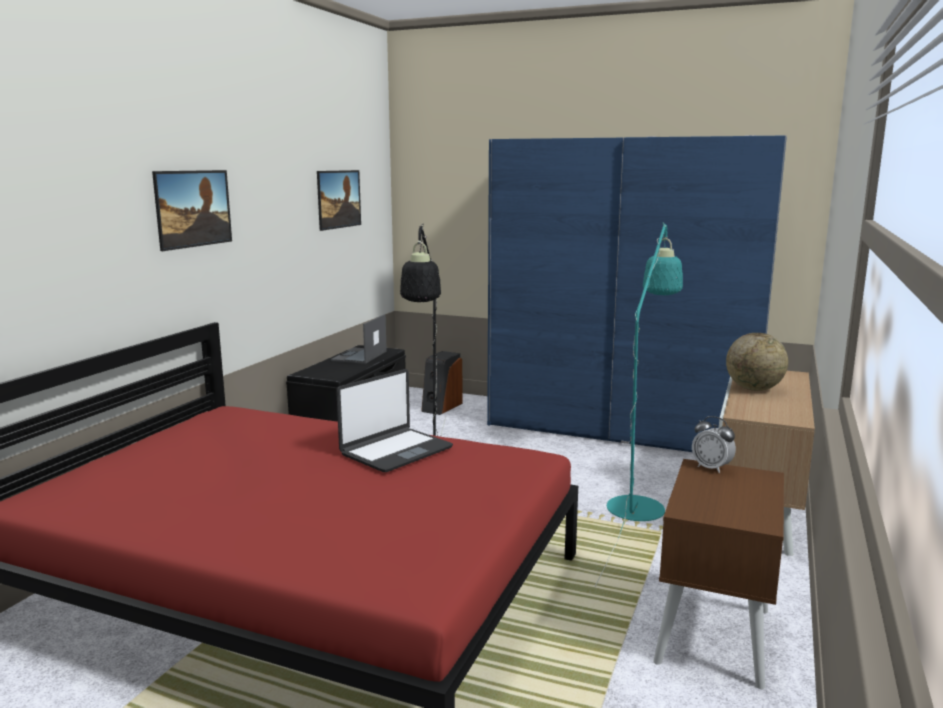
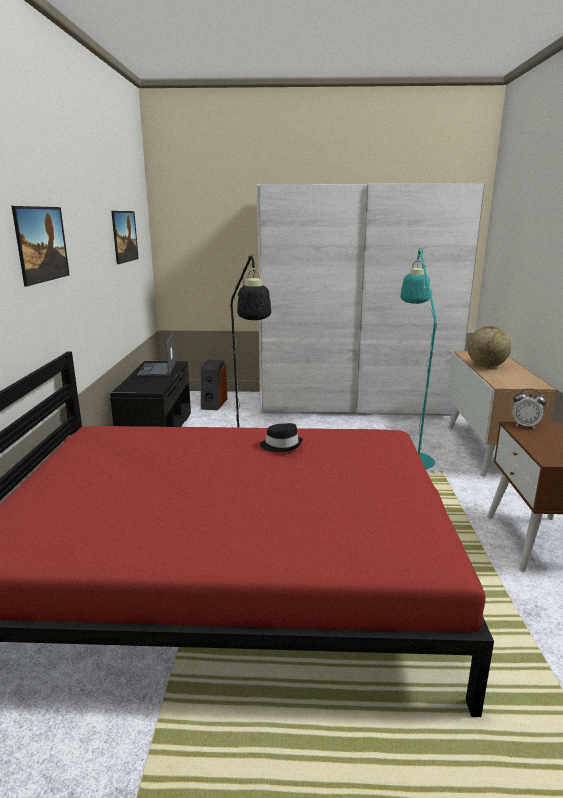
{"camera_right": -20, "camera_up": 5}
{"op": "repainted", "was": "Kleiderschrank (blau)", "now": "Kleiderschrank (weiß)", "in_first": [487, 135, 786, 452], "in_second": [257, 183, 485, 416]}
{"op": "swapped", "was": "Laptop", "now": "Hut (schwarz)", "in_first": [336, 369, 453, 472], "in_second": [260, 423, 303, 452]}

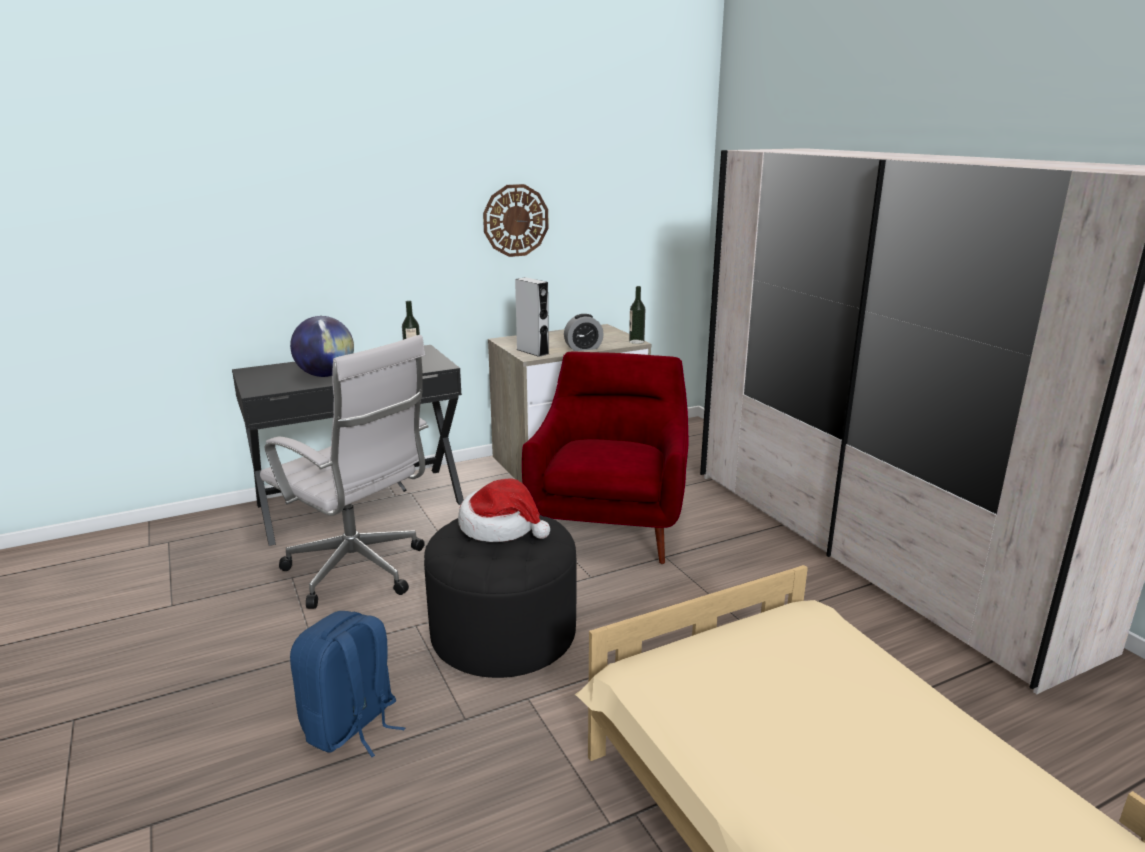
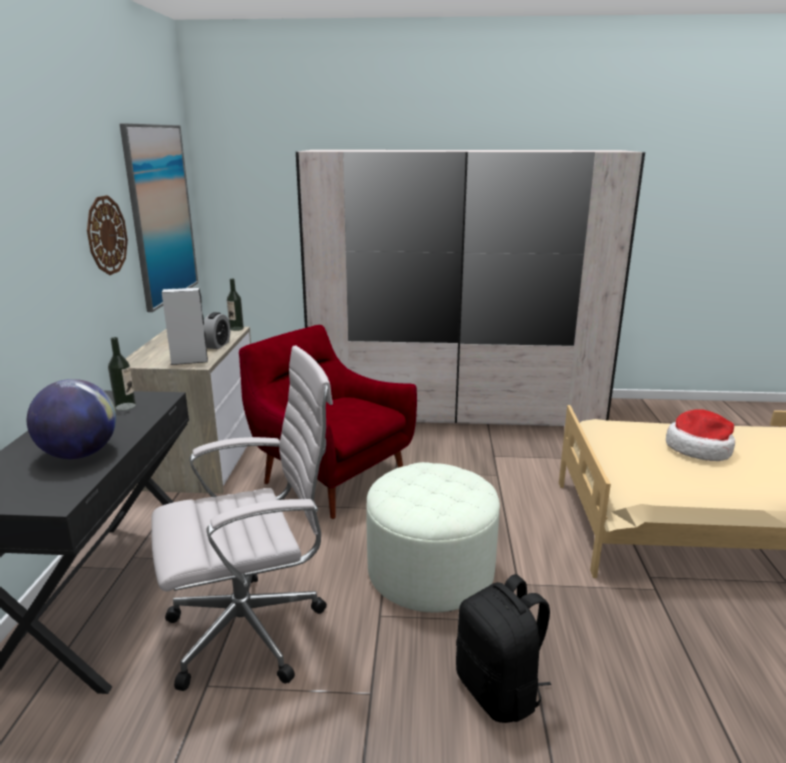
{"camera_right": -60, "camera_up": 0}
{"op": "shifted", "was": "Hut", "in_first": [458, 478, 550, 542], "in_second": [666, 409, 735, 461]}
{"op": "repainted", "was": "Polsterhocker (schwarz)", "now": "Polsterhocker (weiß)", "in_first": [424, 515, 576, 678], "in_second": [366, 462, 500, 613]}
{"op": "repainted", "was": "Rucksack (blau)", "now": "Rucksack (schwarz)", "in_first": [290, 611, 405, 757], "in_second": [456, 574, 551, 723]}
{"op": "new", "now": "Bild", "in_second": [119, 123, 198, 312]}

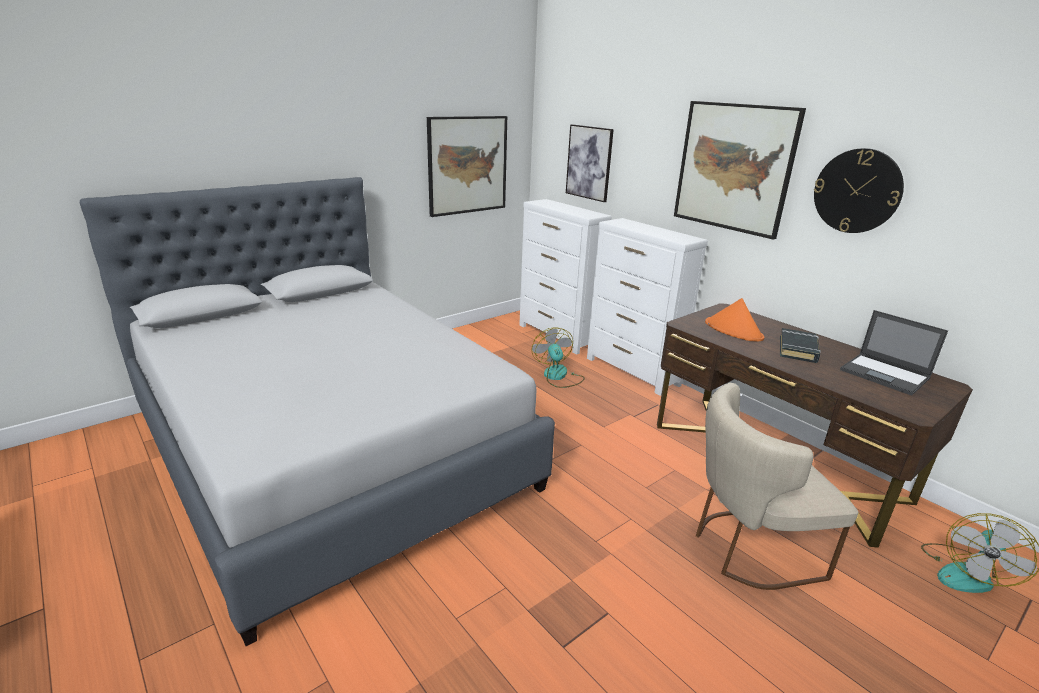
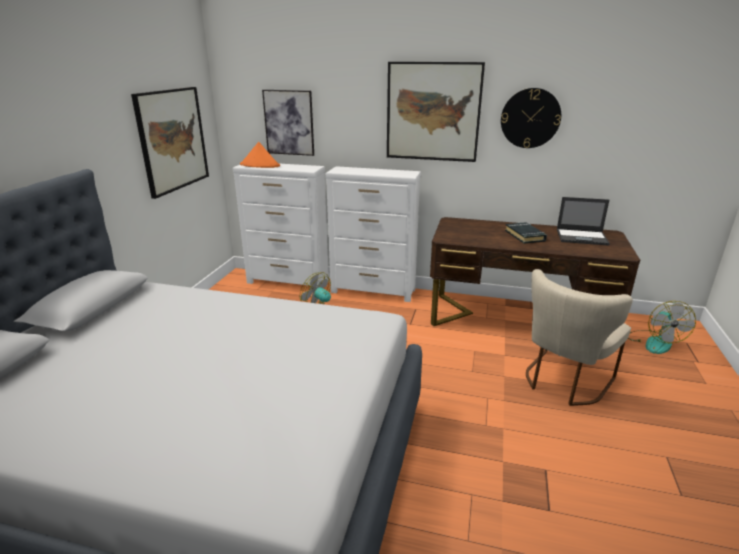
{"camera_right": -35, "camera_up": 0}
{"op": "shifted", "was": "Hut (orange)", "in_first": [705, 298, 764, 342], "in_second": [240, 142, 280, 168]}

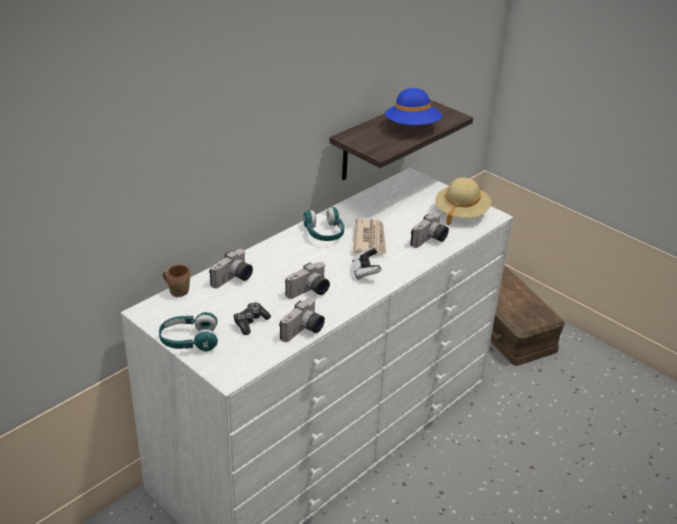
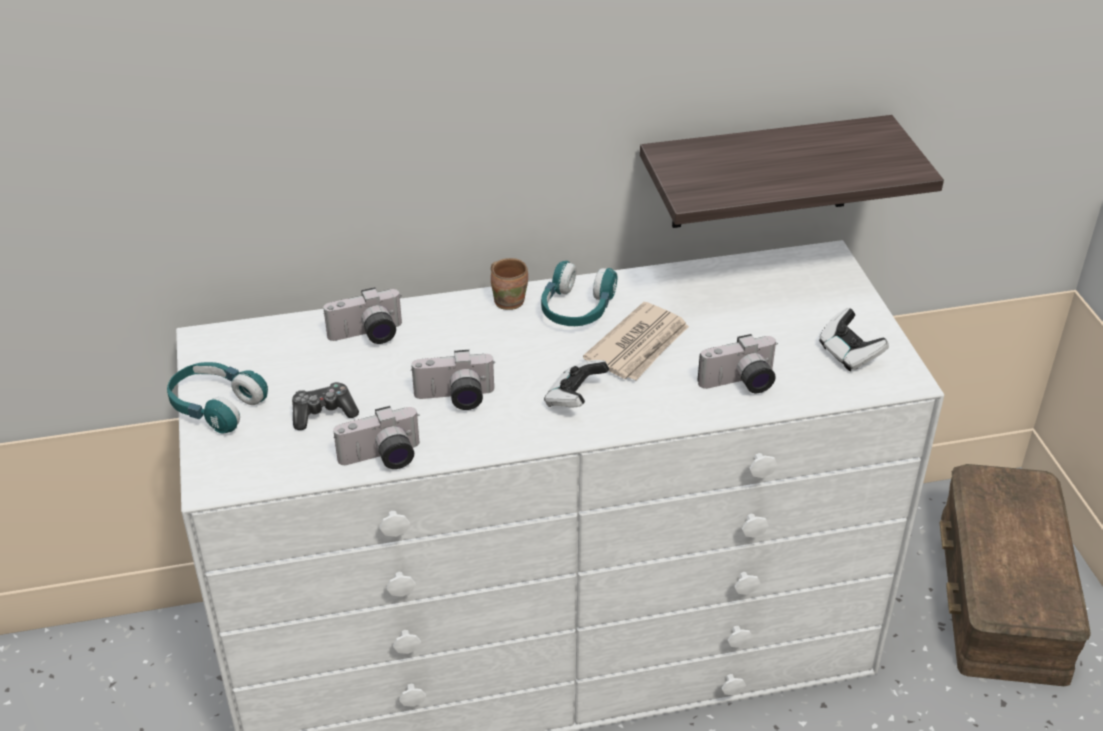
{"camera_right": 35, "camera_up": 5}
{"op": "gone", "was": "Hut (blau)", "in_first": [385, 88, 442, 125]}
{"op": "swapped", "was": "Hut (beige)", "now": "Gamepad", "in_first": [435, 178, 491, 225], "in_second": [819, 308, 889, 371]}
{"op": "shifted", "was": "Henkelbecher (braun)", "in_first": [163, 264, 190, 297], "in_second": [491, 258, 528, 310]}

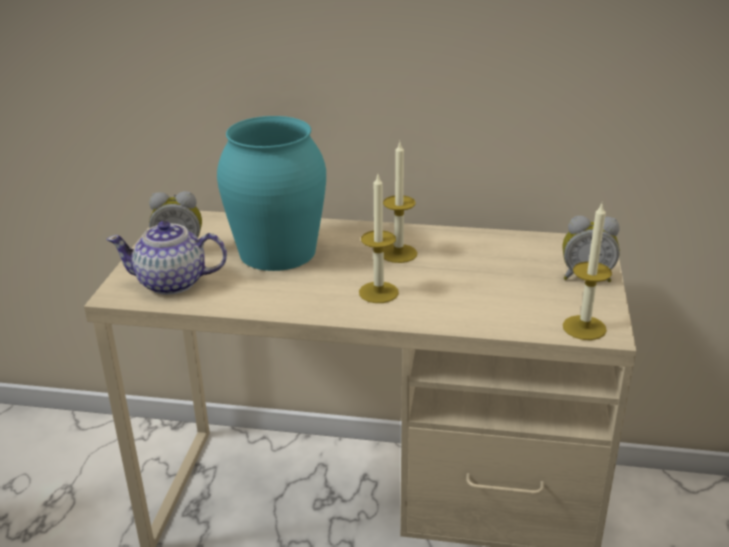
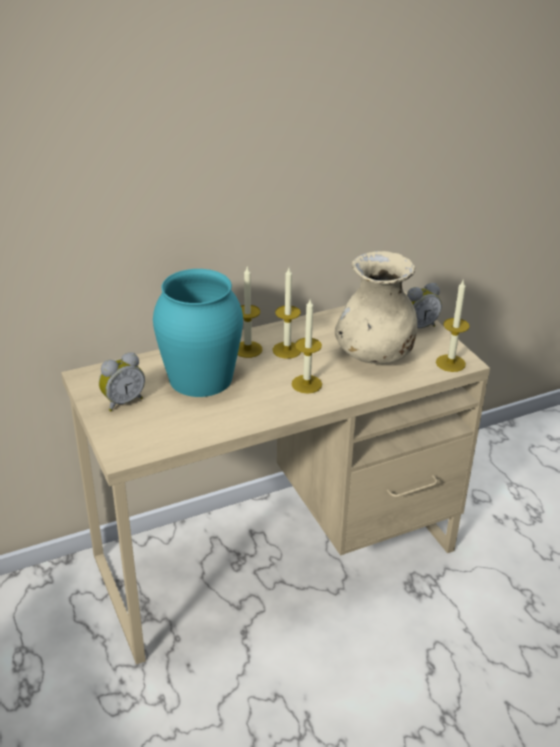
{"camera_right": -35, "camera_up": 5}
{"op": "gone", "was": "Teekanne", "in_first": [106, 221, 227, 295]}
{"op": "new", "now": "Vase (beige)", "in_second": [335, 251, 417, 364]}
{"op": "new", "now": "Kerze", "in_second": [238, 267, 262, 358]}

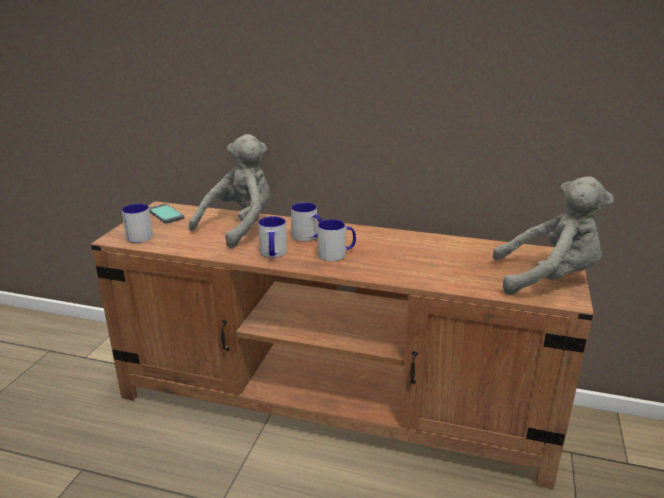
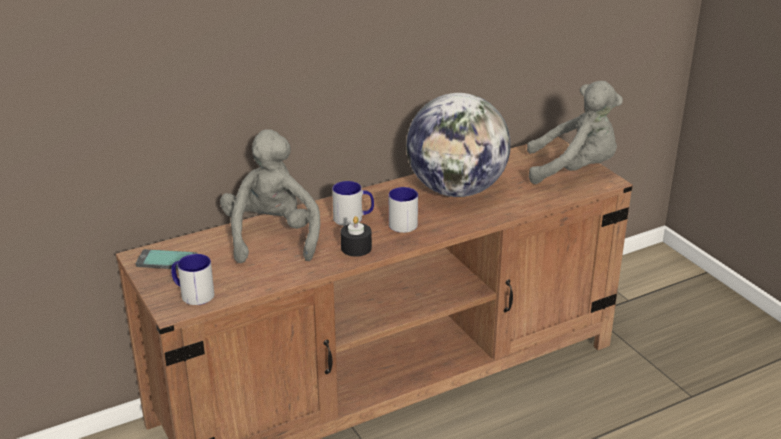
{"camera_right": -45, "camera_up": 5}
{"op": "rotated", "was": "Plüschtier (grau)", "in_first": [492, 176, 614, 295], "in_second": [527, 81, 623, 184], "clockwise": 45}
{"op": "swapped", "was": "Henkelbecher", "now": "Kerze (schwarz)", "in_first": [258, 216, 287, 258], "in_second": [340, 216, 372, 257]}
{"op": "new", "now": "Globus", "in_second": [406, 93, 511, 197]}

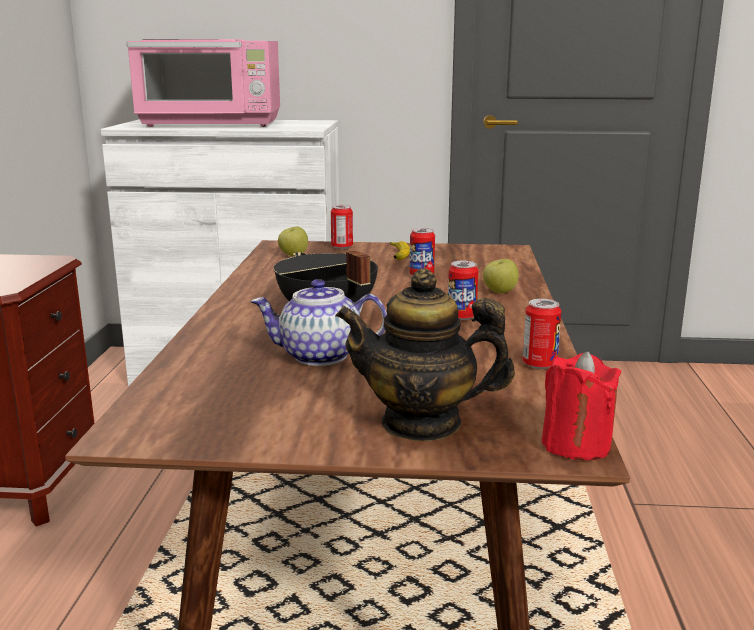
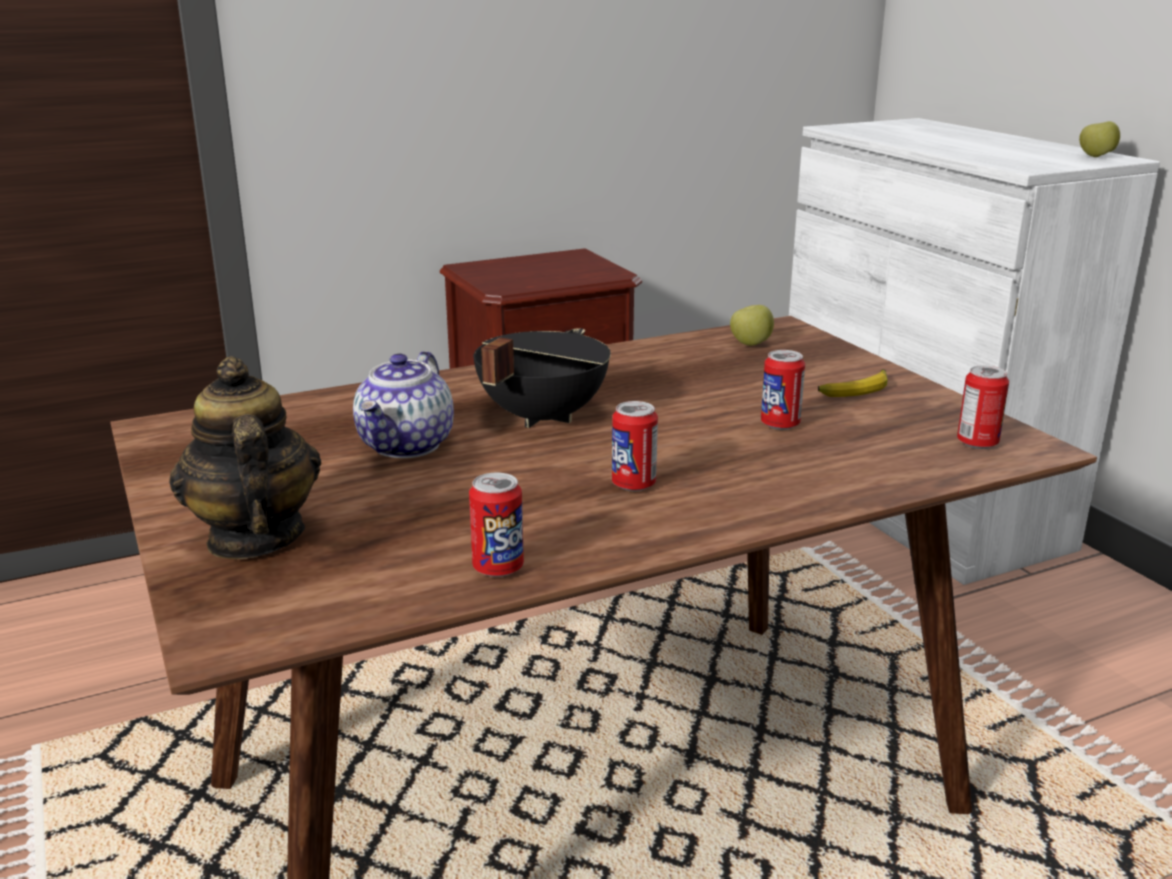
{"camera_right": 60, "camera_up": 5}
{"op": "gone", "was": "Mikrowelle (rosa)", "in_first": [127, 39, 280, 127]}
{"op": "shifted", "was": "Dose", "in_first": [331, 205, 353, 249], "in_second": [957, 365, 1009, 449]}
{"op": "shifted", "was": "Apfel", "in_first": [483, 259, 519, 293], "in_second": [1079, 121, 1120, 157]}
{"op": "rotated", "was": "Teekanne", "in_first": [251, 279, 387, 366], "in_second": [353, 351, 454, 458], "clockwise": -135}
{"op": "gone", "was": "Kerze (rot)", "in_first": [542, 352, 621, 460]}

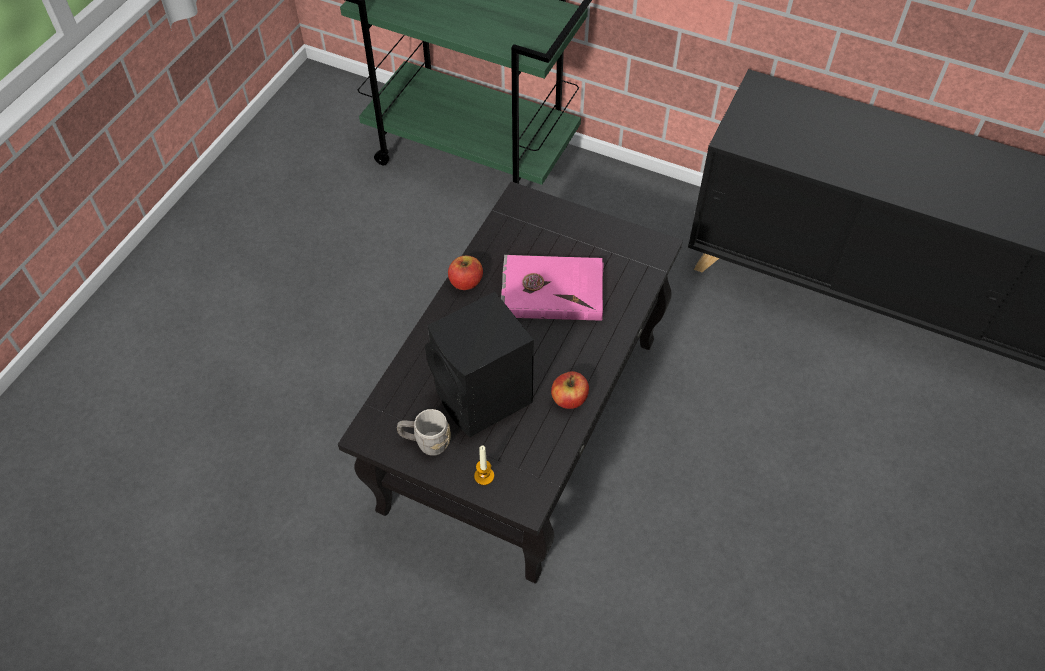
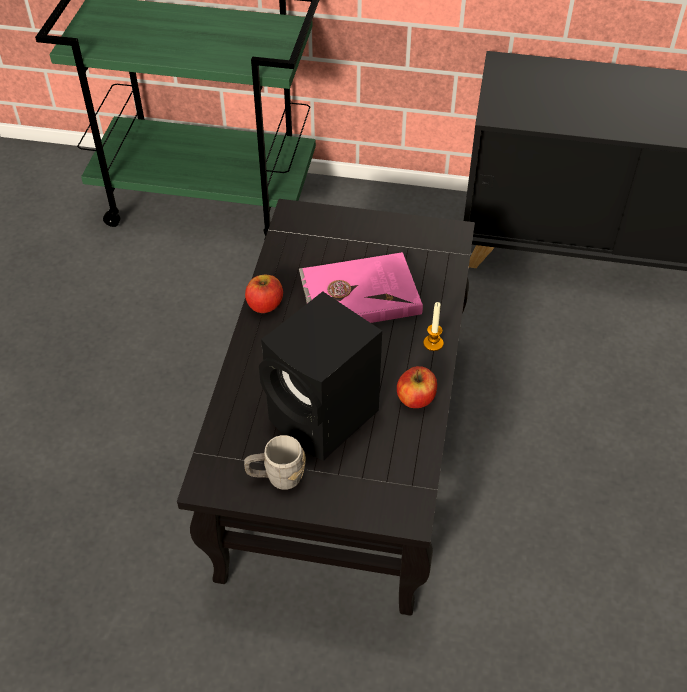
{"camera_right": -15, "camera_up": -5}
{"op": "shifted", "was": "Kerze", "in_first": [474, 446, 494, 485], "in_second": [423, 302, 444, 351]}

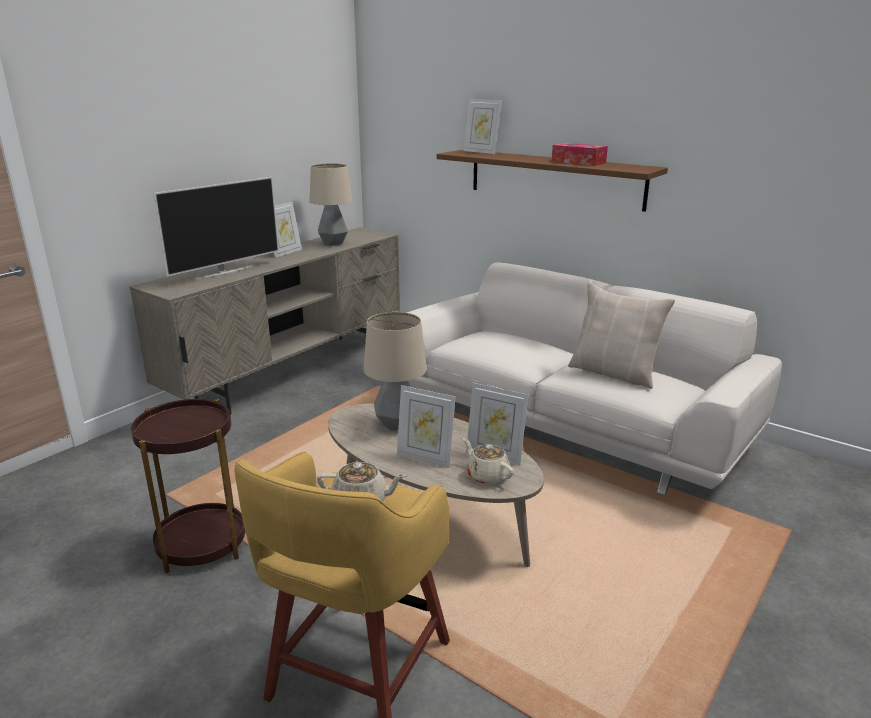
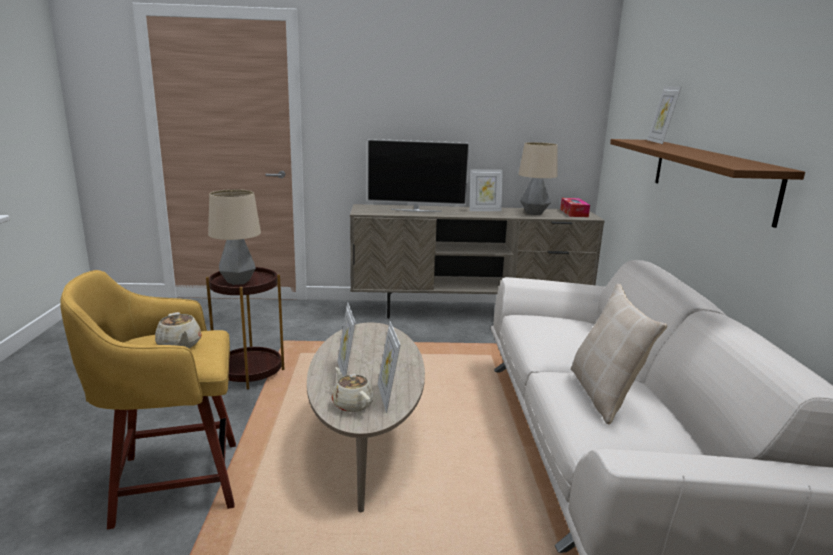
{"camera_right": 50, "camera_up": -5}
{"op": "shifted", "was": "Taschentuchbox", "in_first": [552, 143, 608, 166], "in_second": [560, 198, 590, 217]}
{"op": "shifted", "was": "Tischlampe", "in_first": [363, 312, 427, 431], "in_second": [208, 189, 261, 285]}
{"op": "rotated", "was": "Teekanne (beige)", "in_first": [463, 438, 514, 484], "in_second": [332, 367, 374, 412], "clockwise": -45}

